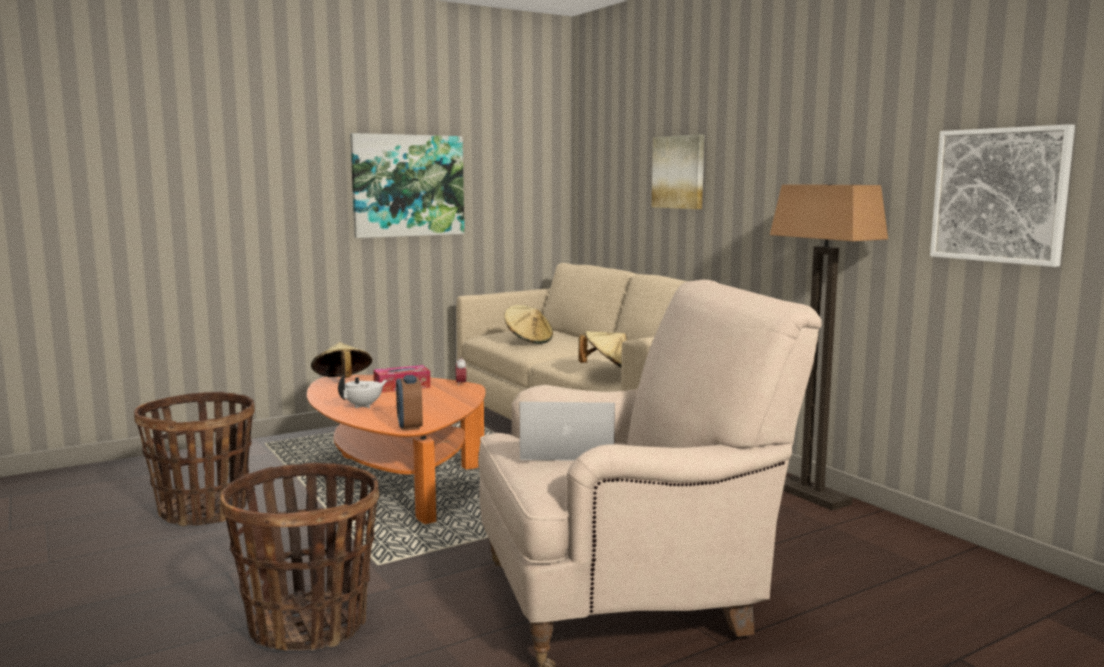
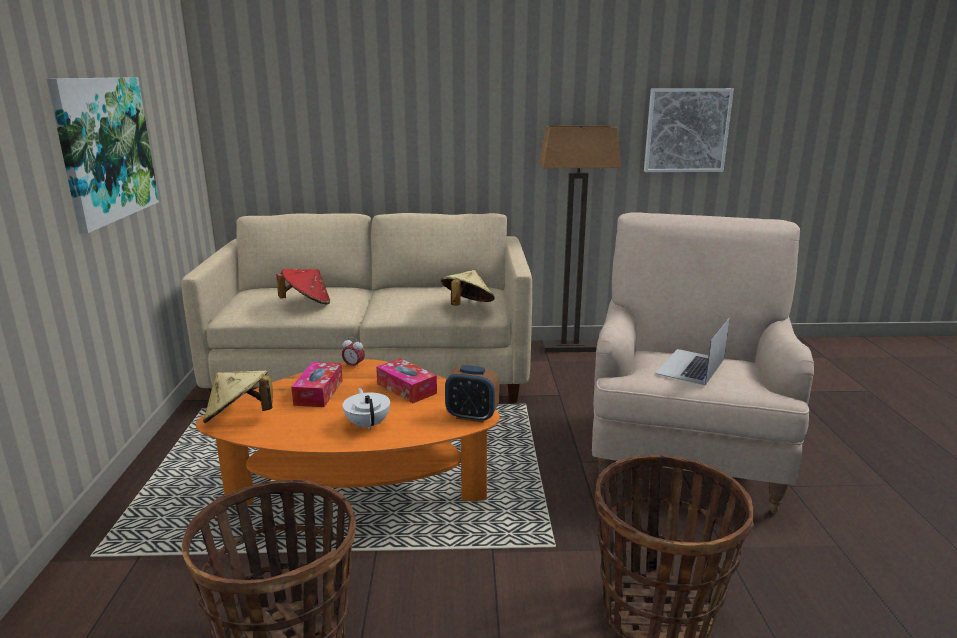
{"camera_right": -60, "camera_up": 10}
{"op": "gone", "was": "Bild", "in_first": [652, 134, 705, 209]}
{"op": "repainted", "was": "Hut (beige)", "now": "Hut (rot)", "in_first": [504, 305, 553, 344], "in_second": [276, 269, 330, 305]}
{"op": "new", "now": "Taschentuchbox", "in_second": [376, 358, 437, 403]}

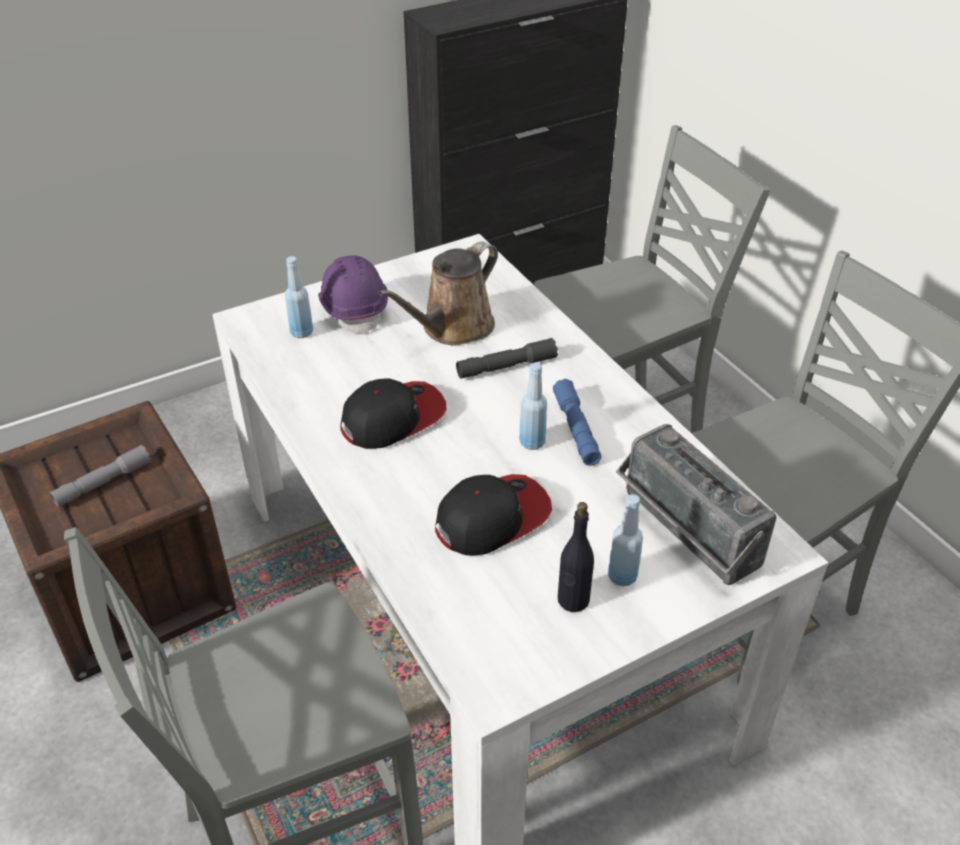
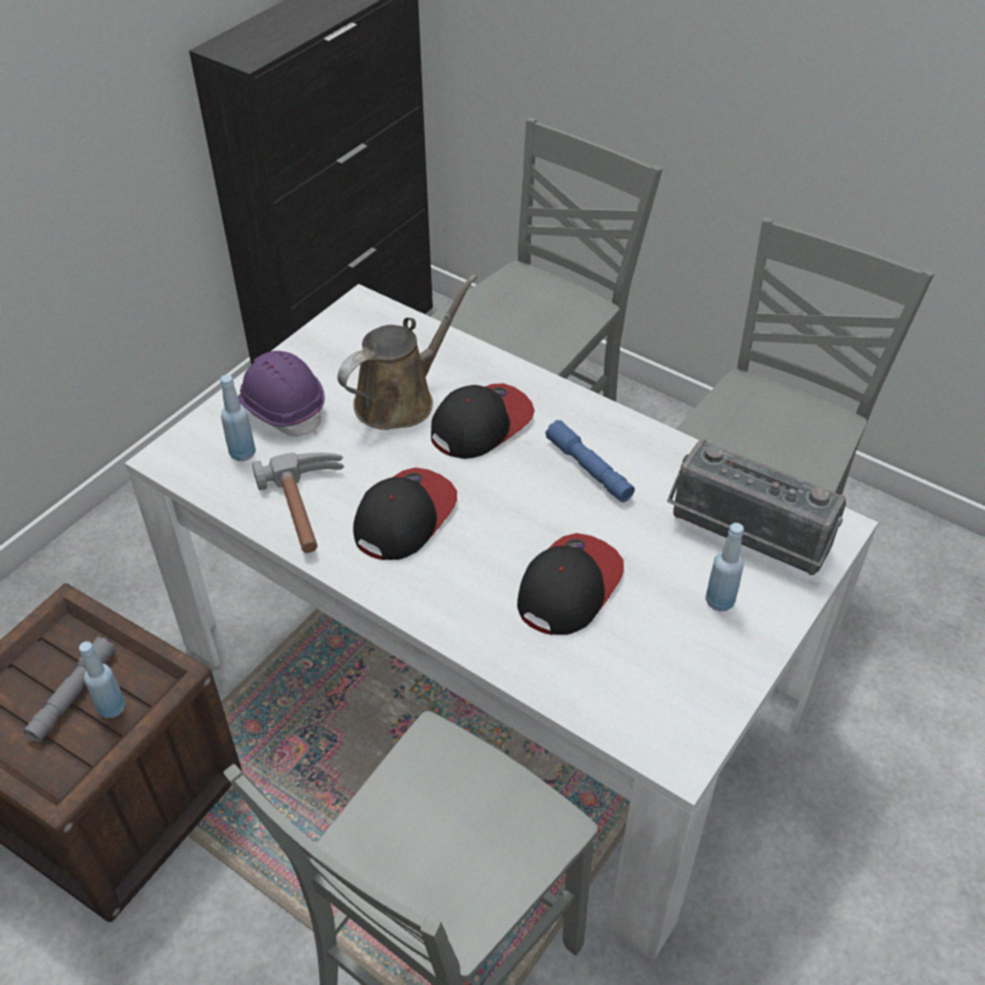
{"camera_right": -25, "camera_up": 5}
{"op": "rotated", "was": "Gießkanne (braun)", "in_first": [378, 242, 498, 346], "in_second": [337, 274, 477, 430], "clockwise": -150}
{"op": "swapped", "was": "Taschenlampe (grau)", "now": "Kappe", "in_first": [456, 338, 558, 379], "in_second": [431, 383, 535, 459]}
{"op": "shifted", "was": "Flasche (blau)", "in_first": [519, 362, 547, 450], "in_second": [79, 641, 126, 718]}
{"op": "gone", "was": "Flasche (schwarz)", "in_first": [558, 502, 594, 612]}
{"op": "new", "now": "Hammer", "in_second": [252, 453, 344, 553]}

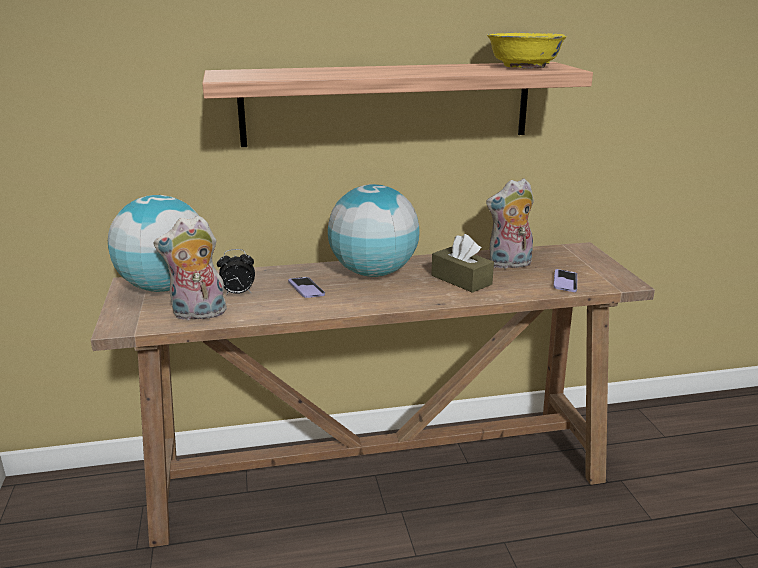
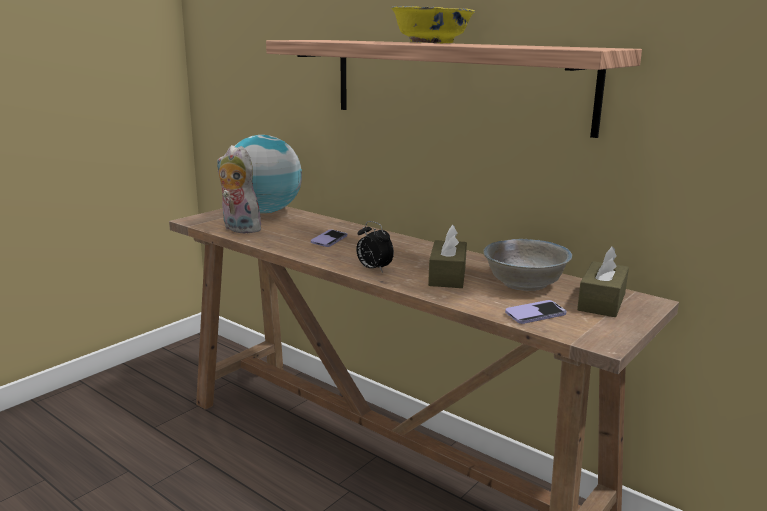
{"camera_right": 50, "camera_up": -5}
{"op": "shifted", "was": "Schüssel (gelb)", "in_first": [487, 33, 567, 69], "in_second": [391, 6, 475, 43]}
{"op": "swapped", "was": "Plüschtier", "now": "Schüssel (weiß)", "in_first": [486, 178, 534, 269], "in_second": [483, 239, 572, 291]}
{"op": "gone", "was": "Globus", "in_first": [328, 184, 420, 277]}
{"op": "shifted", "was": "Wecker", "in_first": [217, 249, 255, 295], "in_second": [356, 221, 394, 273]}
{"op": "new", "now": "Taschentuchbox (braun)", "in_second": [577, 246, 629, 317]}

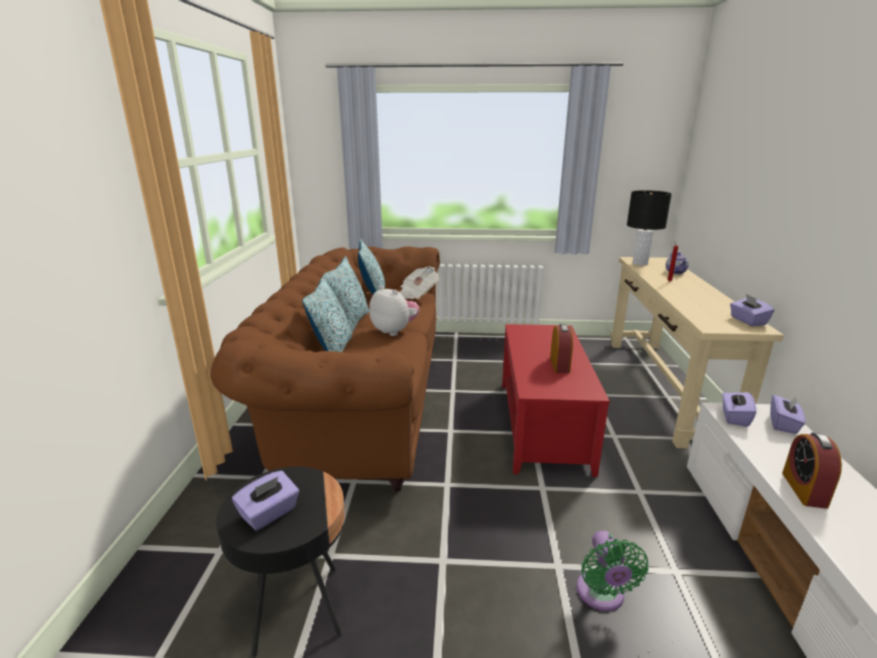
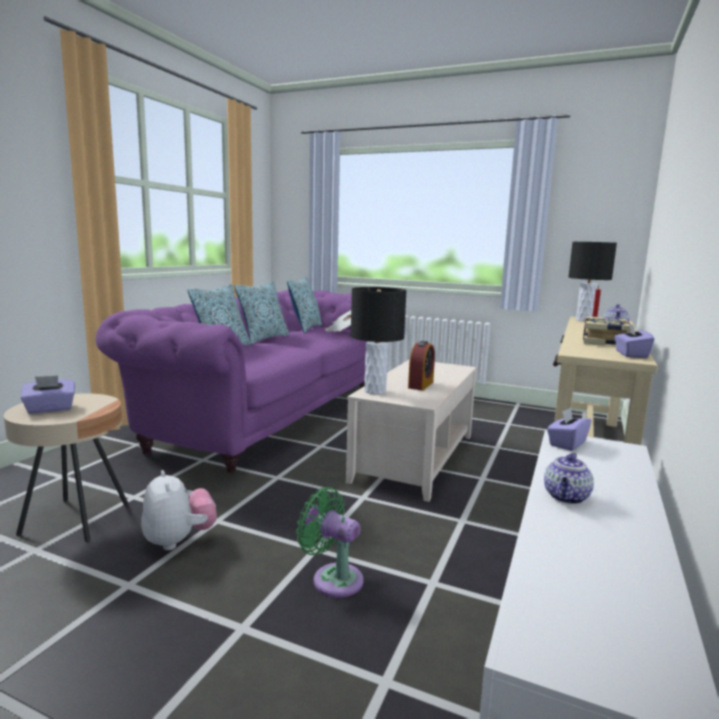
{"camera_right": 20, "camera_up": -10}
{"op": "repainted", "was": "Sofa (braun)", "now": "Sofa (lila)", "in_first": [210, 246, 440, 492], "in_second": [96, 290, 369, 473]}
{"op": "shifted", "was": "Plüschtier", "in_first": [369, 286, 419, 336], "in_second": [141, 470, 217, 551]}
{"op": "repainted", "was": "Couchtisch (rot)", "now": "Couchtisch (beige)", "in_first": [502, 324, 610, 477], "in_second": [346, 359, 477, 502]}
{"op": "gone", "was": "Taschentuchbox (lila)", "in_first": [770, 395, 806, 434]}
{"op": "swapped", "was": "Wecker", "now": "Teekanne", "in_first": [782, 433, 842, 509], "in_second": [544, 453, 594, 504]}
{"op": "repainted", "was": "Beistelltisch (schwarz)", "now": "Beistelltisch (beige)", "in_first": [216, 467, 345, 657], "in_second": [4, 393, 129, 542]}
{"op": "rotated", "was": "Ventilator (grün)", "in_first": [577, 530, 649, 611], "in_second": [296, 487, 364, 598], "clockwise": 105}
{"op": "new", "now": "Tischlampe (schwarz)", "in_second": [351, 287, 407, 394]}
{"op": "new", "now": "Buch", "in_second": [583, 316, 631, 345]}

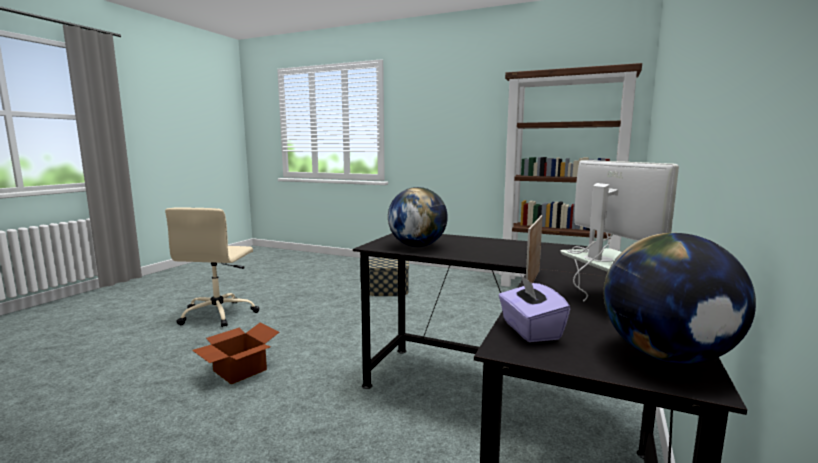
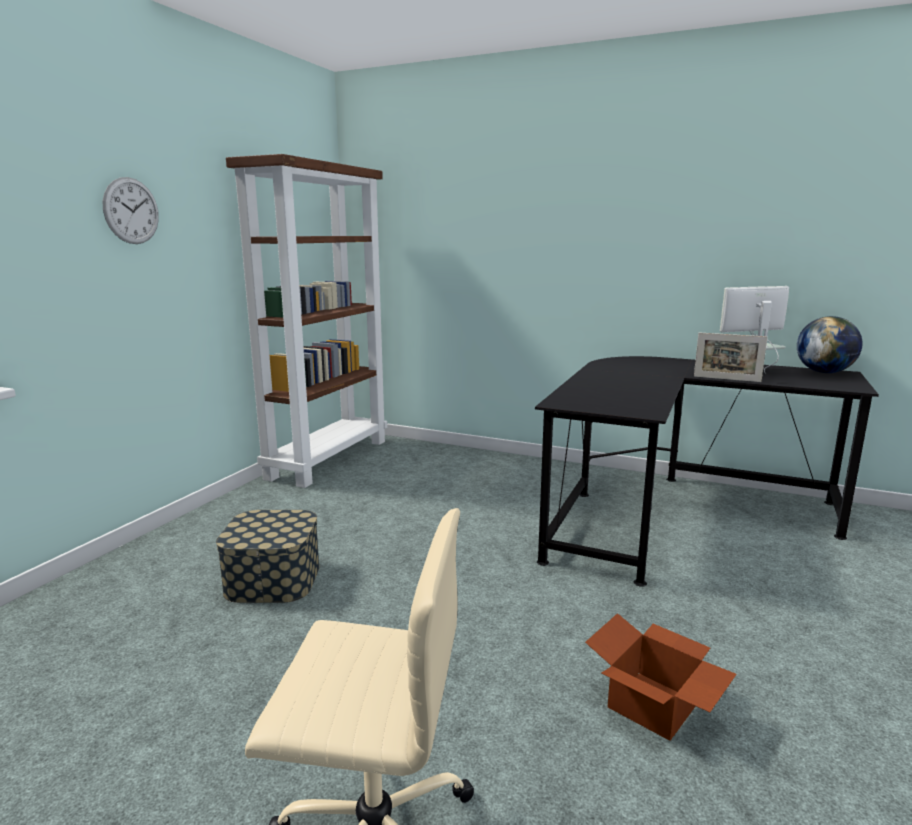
{"camera_right": -90, "camera_up": 5}
{"op": "gone", "was": "Globus", "in_first": [388, 187, 448, 247]}
{"op": "gone", "was": "Taschentuchbox (lila)", "in_first": [499, 274, 570, 342]}
{"op": "new", "now": "Wanduhr", "in_second": [103, 177, 159, 244]}

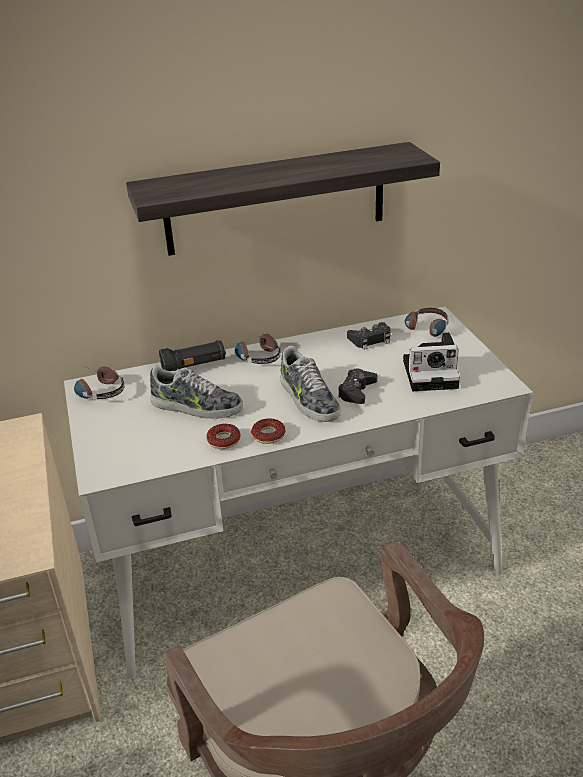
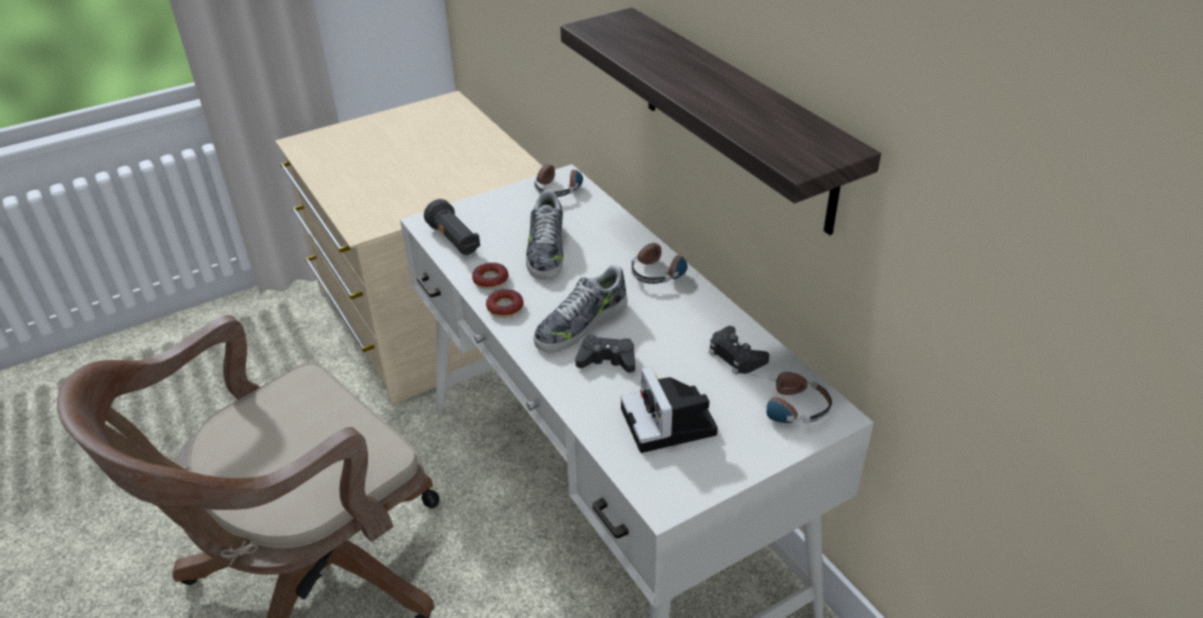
{"camera_right": 75, "camera_up": 5}
{"op": "shifted", "was": "Taschenlampe (schwarz)", "in_first": [159, 340, 226, 371], "in_second": [424, 199, 480, 255]}

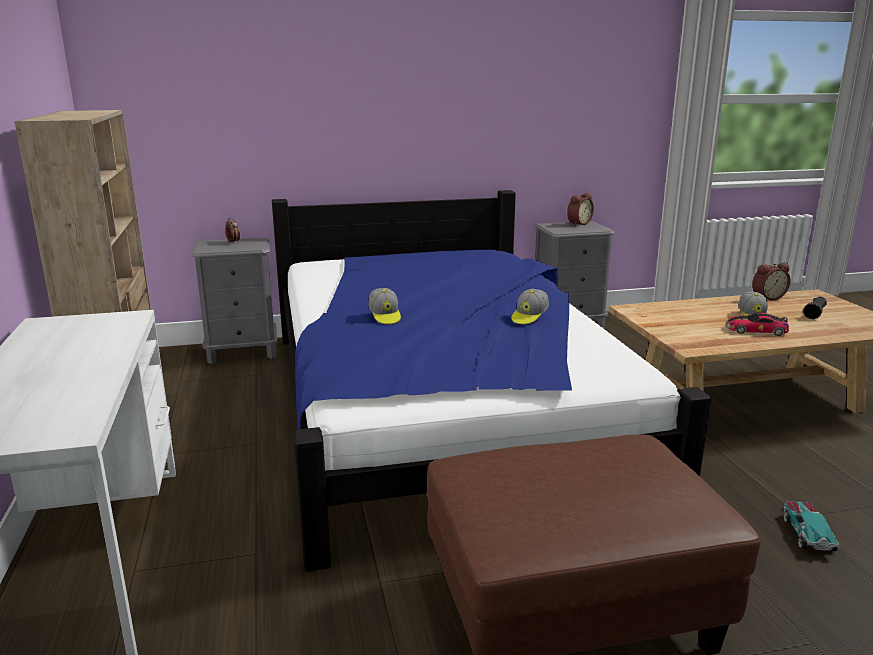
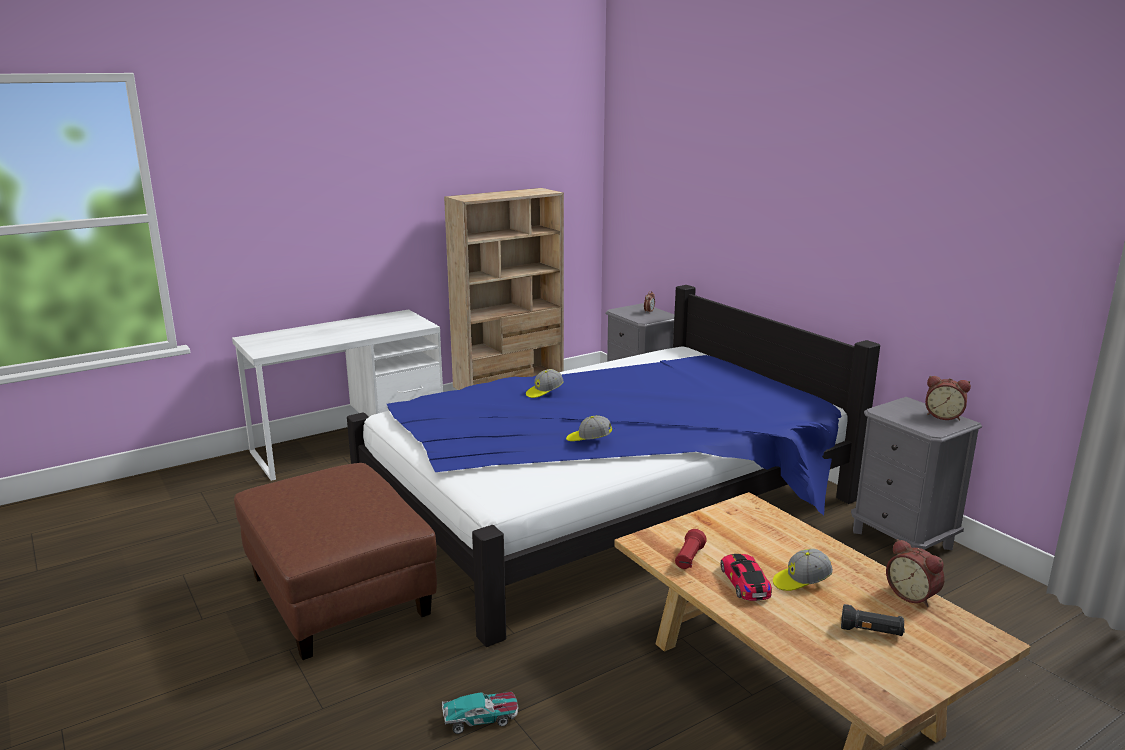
{"camera_right": 70, "camera_up": 0}
{"op": "new", "now": "Taschenlampe (rot)", "in_second": [675, 529, 707, 569]}

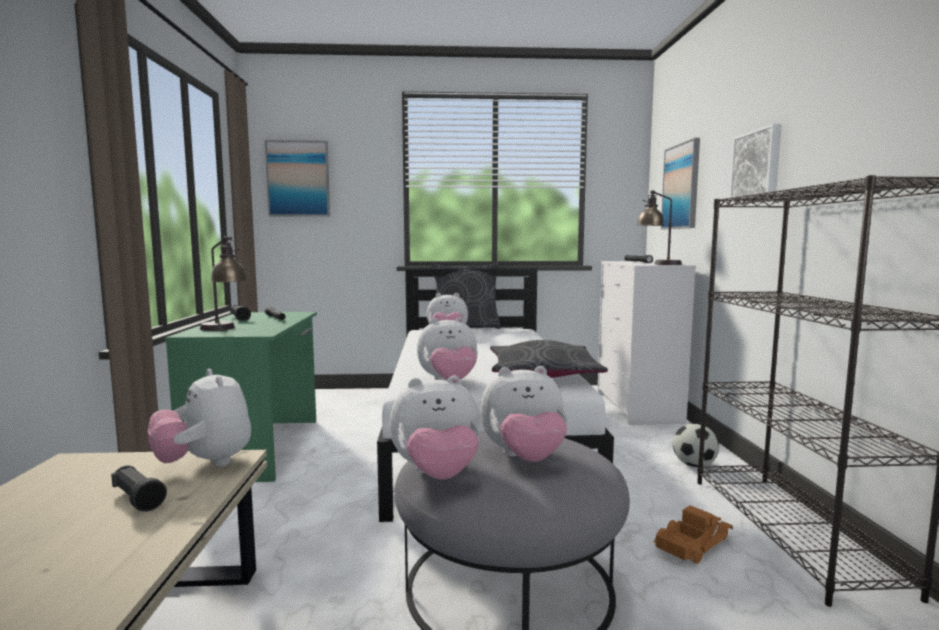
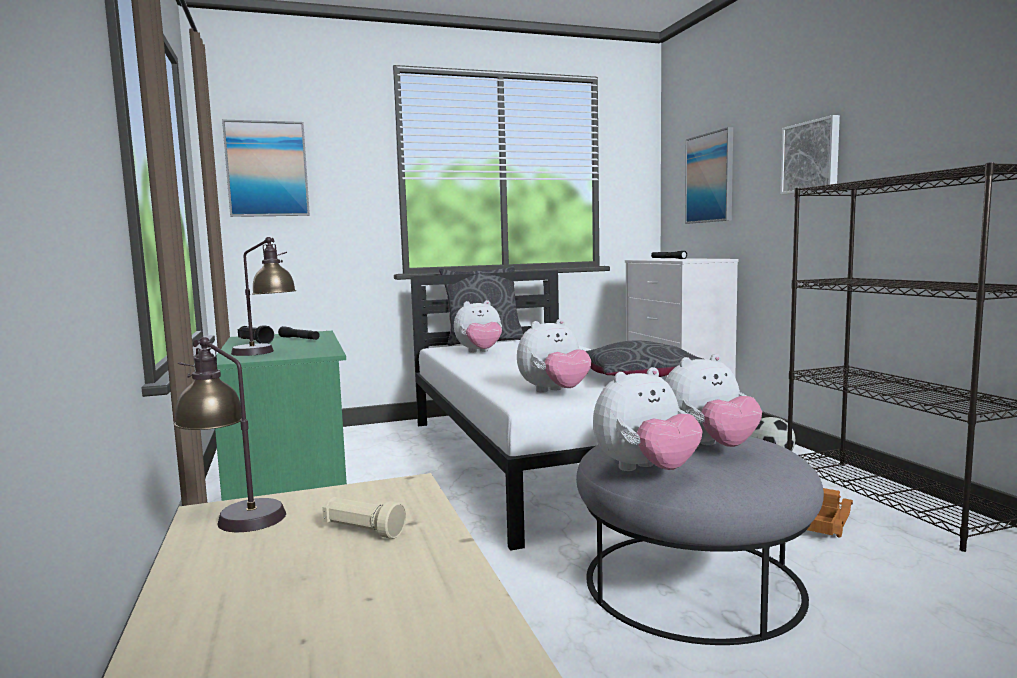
{"camera_right": -15, "camera_up": 0}
{"op": "shifted", "was": "Tischlampe", "in_first": [637, 190, 682, 265], "in_second": [174, 337, 286, 532]}
{"op": "gone", "was": "Plüschtier", "in_first": [148, 369, 251, 467]}
{"op": "repainted", "was": "Taschenlampe (schwarz)", "now": "Taschenlampe (beige)", "in_first": [111, 465, 167, 512], "in_second": [322, 497, 406, 539]}

